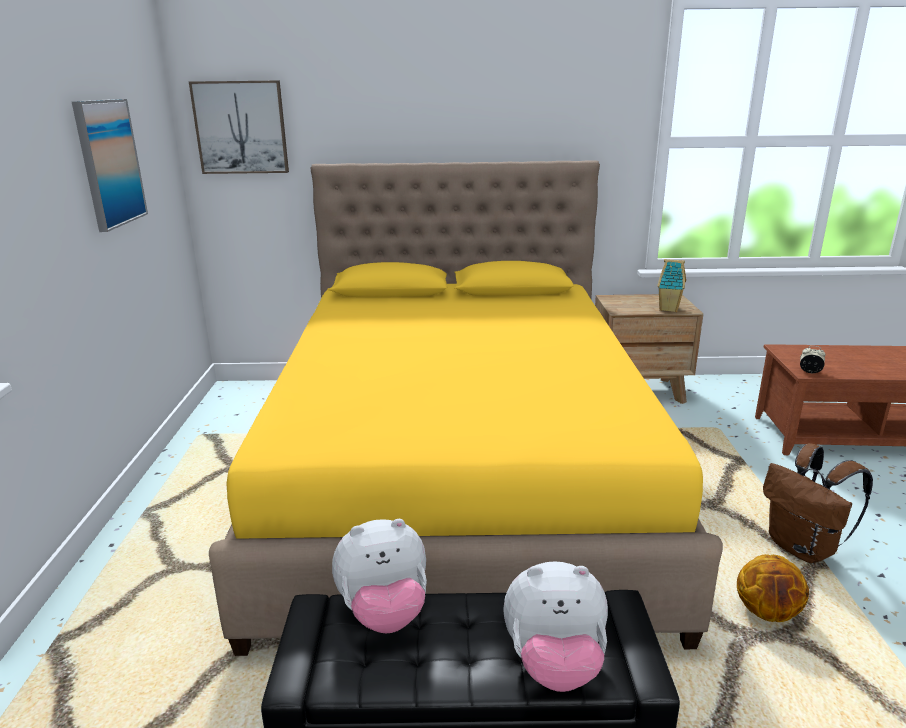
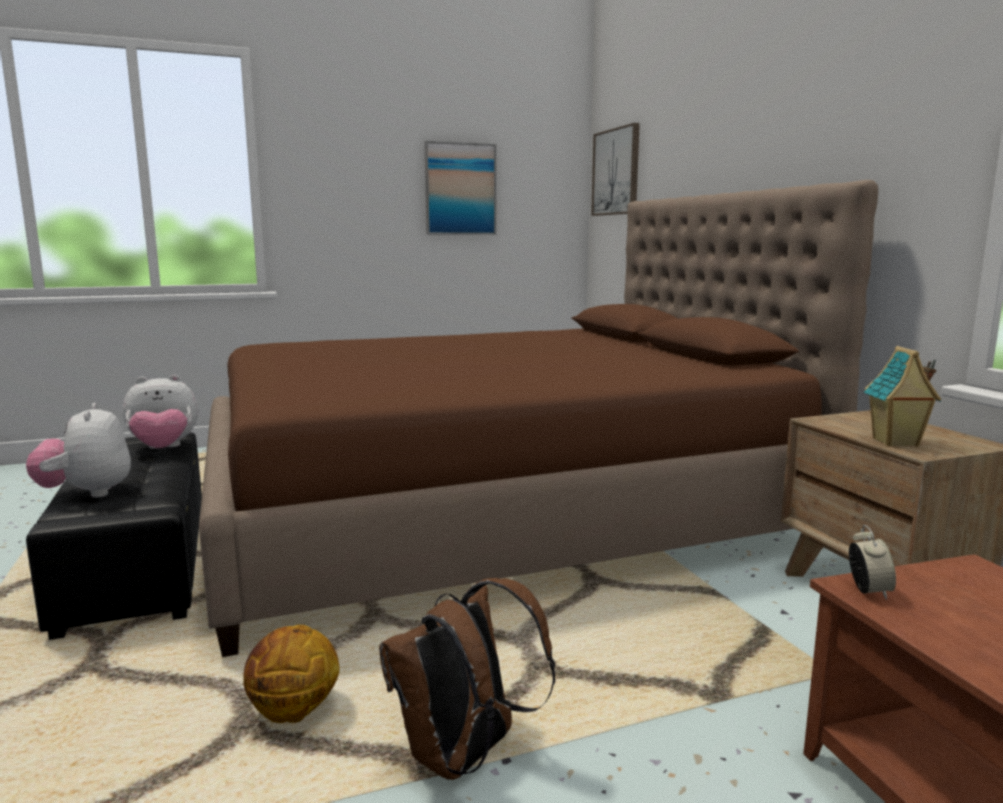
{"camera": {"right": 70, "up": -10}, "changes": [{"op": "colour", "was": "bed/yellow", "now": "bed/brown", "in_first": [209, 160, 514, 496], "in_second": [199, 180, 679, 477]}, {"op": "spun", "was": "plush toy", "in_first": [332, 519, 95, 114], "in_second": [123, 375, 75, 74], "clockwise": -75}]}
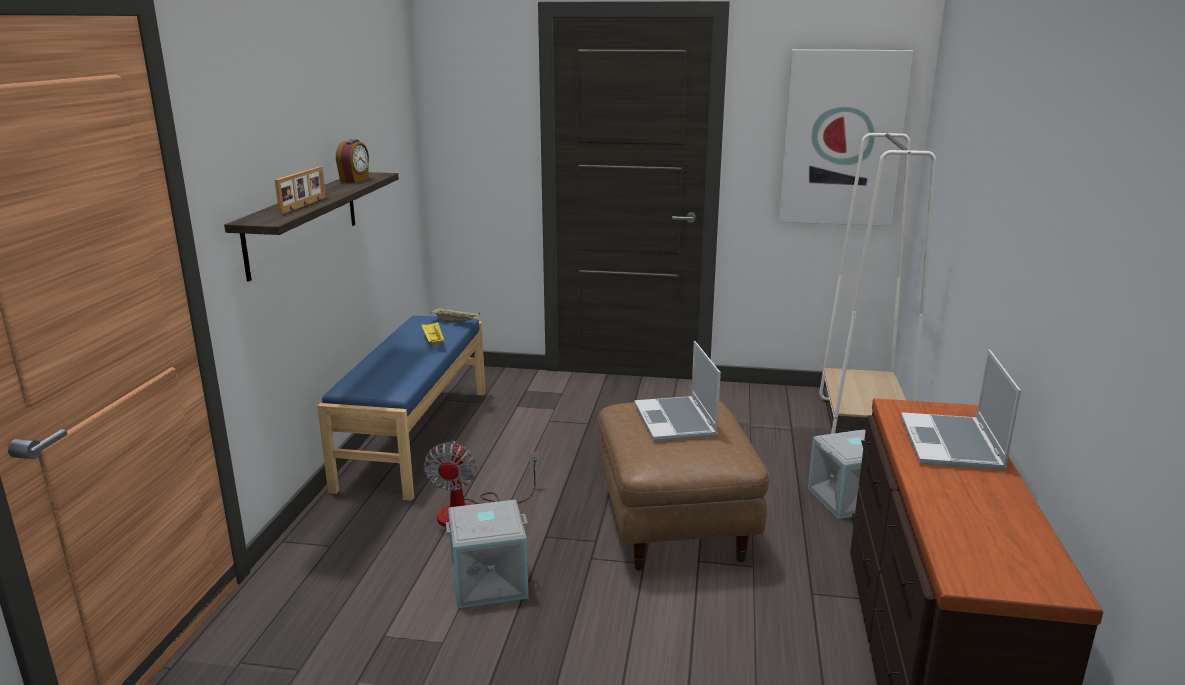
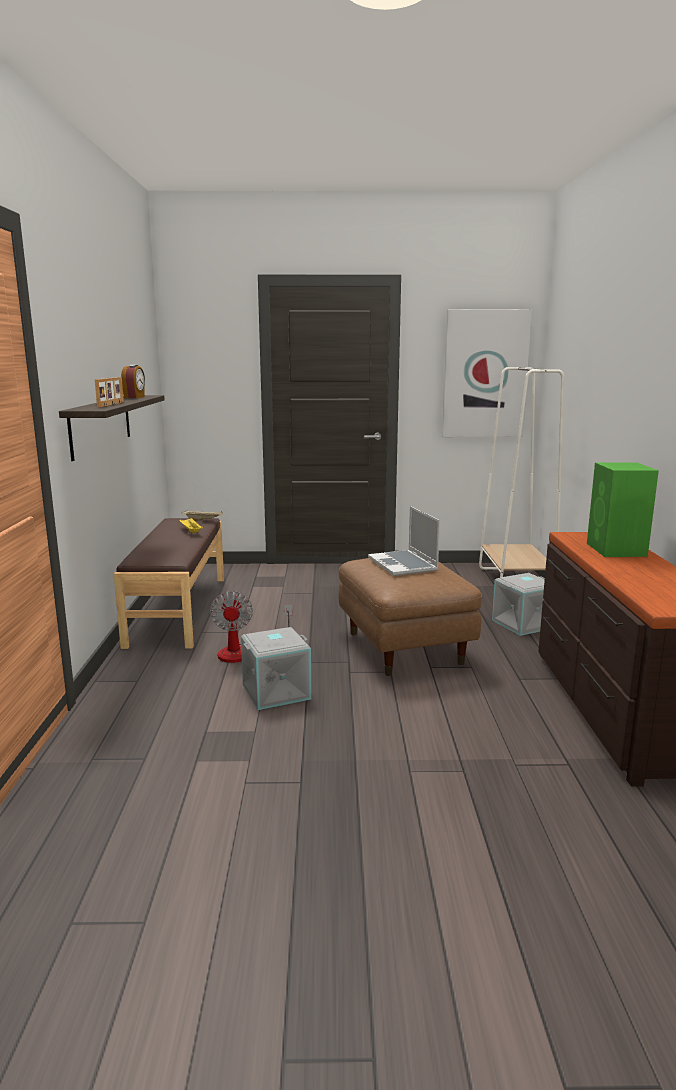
{"camera": {"right": -10, "up": -5}, "changes": [{"op": "colour", "was": "bench/blue", "now": "bench/brown", "in_first": [317, 316, 168, 185], "in_second": [114, 518, 110, 131]}, {"op": "exchanged", "was": "laptop", "now": "speaker/green", "in_first": [901, 349, 120, 121], "in_second": [587, 462, 72, 95]}]}
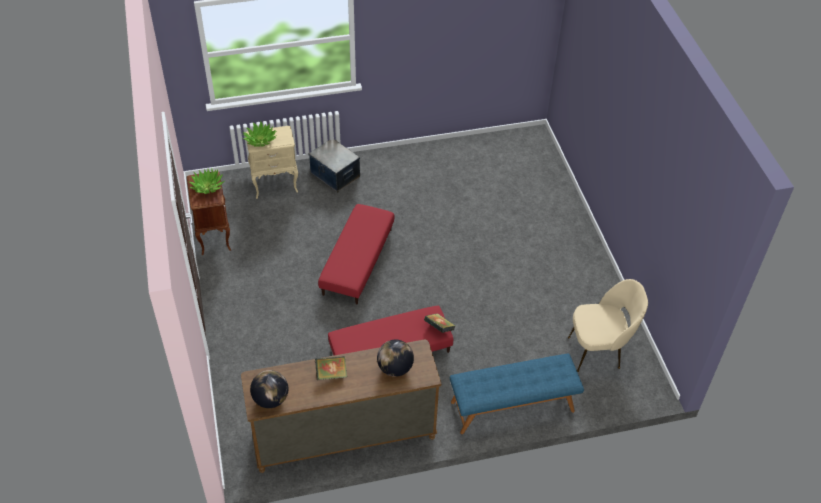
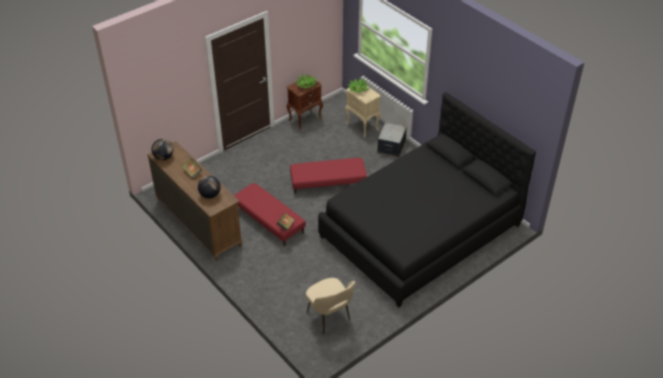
{"camera": {"right": 65, "up": -5}, "changes": [{"op": "missing", "was": "bench/blue", "in_first": [450, 354, 134, 80]}, {"op": "appeared", "now": "bed/black", "in_second": [318, 92, 218, 215]}]}
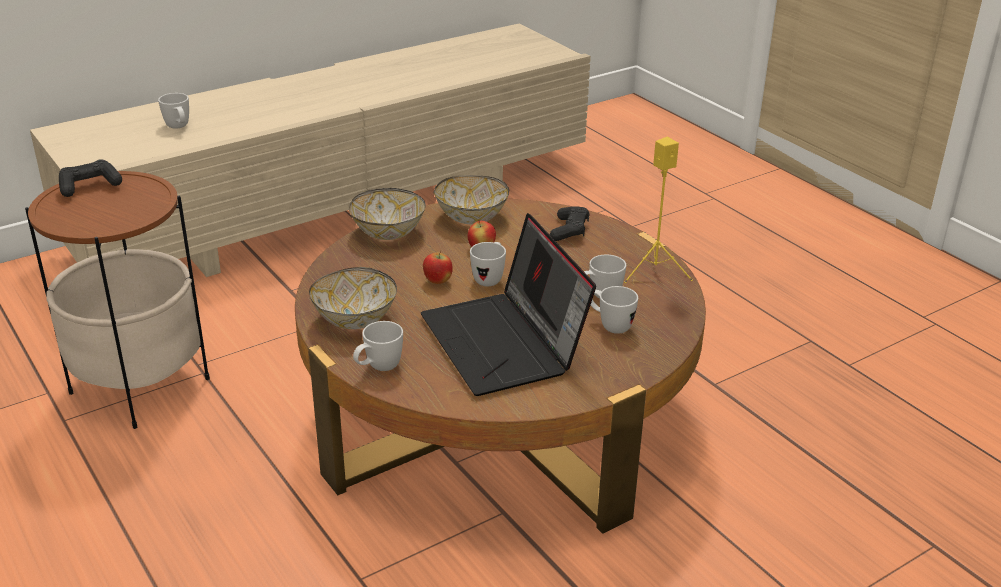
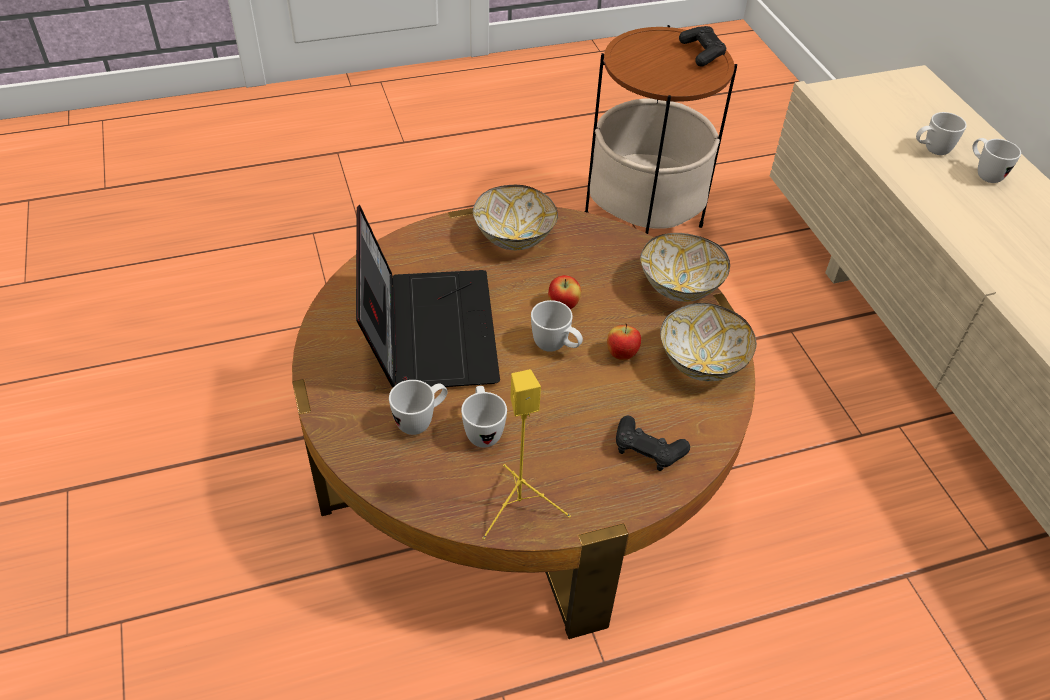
{"camera": {"right": 105, "up": 15}, "changes": [{"op": "relocated", "was": "mug/white", "in_first": [353, 321, 50, 50], "in_second": [972, 138, 49, 45]}, {"op": "spun", "was": "laptop", "in_first": [421, 213, 175, 183], "in_second": [356, 205, 144, 182], "clockwise": 90}]}
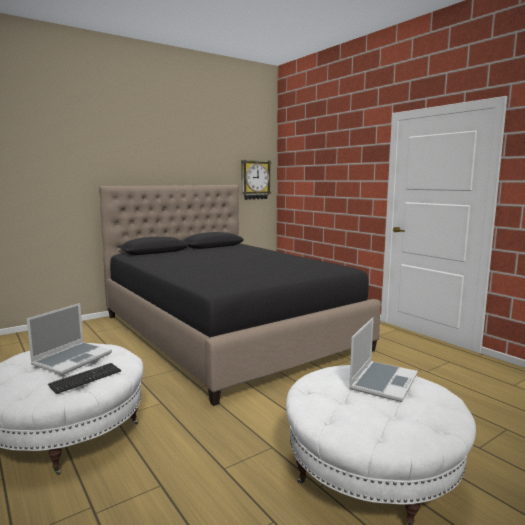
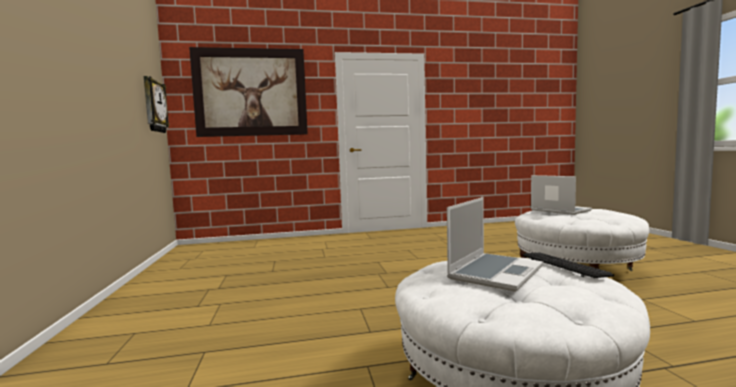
{"camera": {"right": -65, "up": -5}, "changes": [{"op": "spun", "was": "laptop", "in_first": [27, 303, 85, 72], "in_second": [447, 197, 96, 95], "clockwise": 75}, {"op": "missing", "was": "bed/black", "in_first": [99, 185, 282, 221]}, {"op": "appeared", "now": "picture", "in_second": [189, 47, 119, 90]}]}
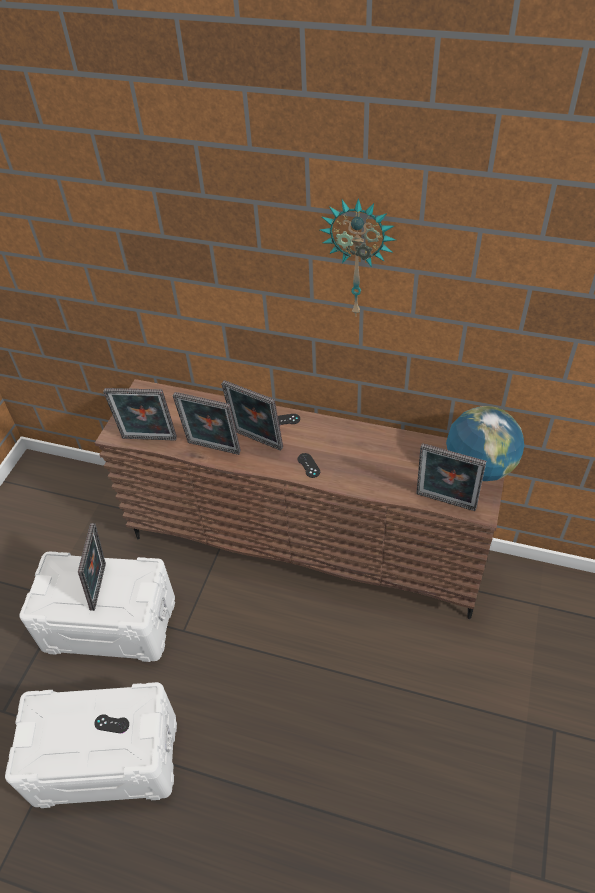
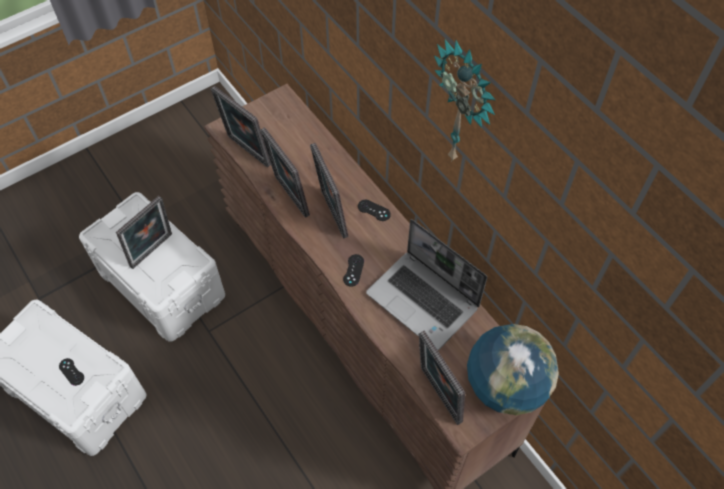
{"camera": {"right": 35, "up": 10}, "changes": [{"op": "appeared", "now": "laptop", "in_second": [366, 219, 121, 131]}]}
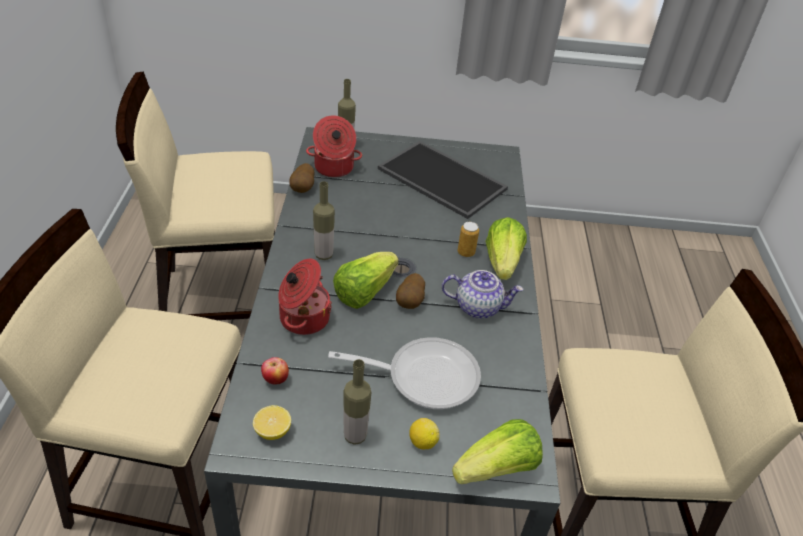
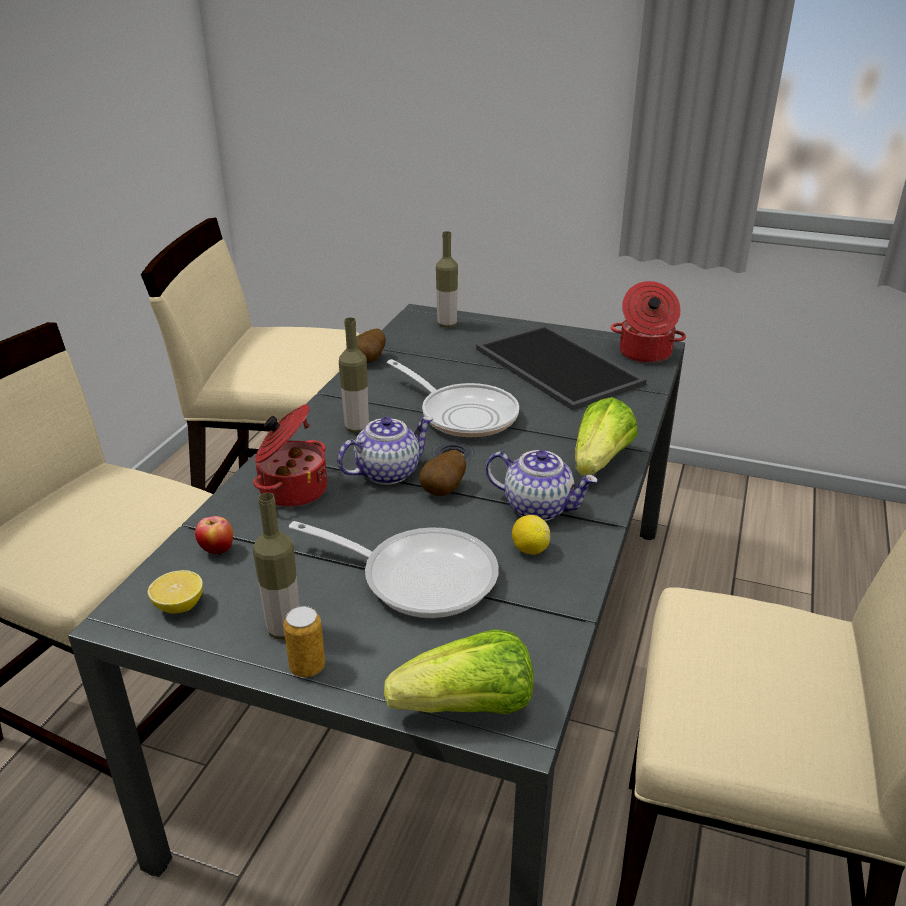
{"camera": {"right": 20, "up": -10}, "changes": [{"op": "relocated", "was": "cooking pot", "in_first": [306, 115, 56, 62], "in_second": [611, 281, 75, 82]}, {"op": "exchanged", "was": "lettuce", "now": "teapot", "in_first": [333, 252, 66, 57], "in_second": [337, 416, 96, 69]}, {"op": "relocated", "was": "lemon", "in_first": [409, 418, 31, 31], "in_second": [512, 515, 38, 40]}, {"op": "relocated", "was": "can", "in_first": [458, 222, 21, 35], "in_second": [284, 606, 41, 71]}, {"op": "appeared", "now": "frying pan", "in_second": [387, 359, 132, 79]}]}
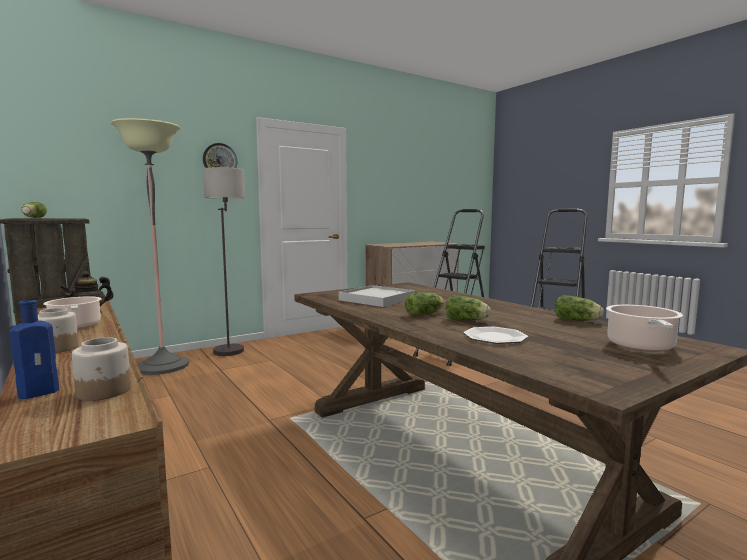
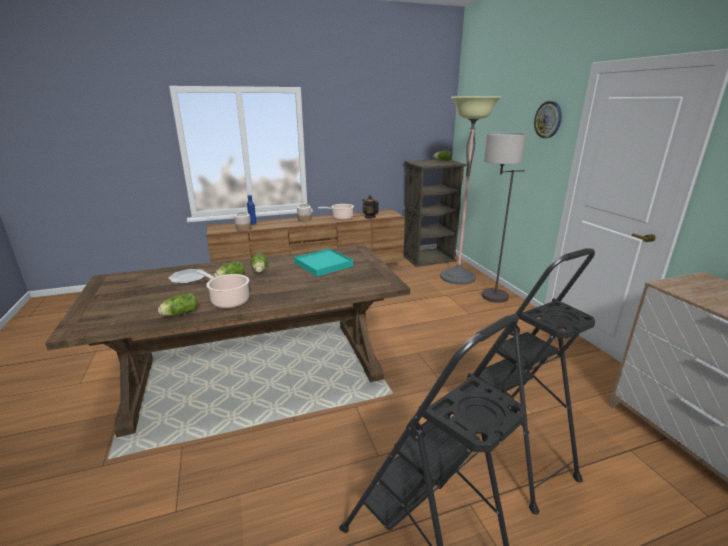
{"camera": {"right": 105, "up": 15}, "changes": [{"op": "colour", "was": "tray/white", "now": "tray/turquoise", "in_first": [339, 285, 76, 22], "in_second": [294, 249, 59, 28]}, {"op": "relocated", "was": "cooking pot", "in_first": [606, 305, 77, 47], "in_second": [196, 270, 53, 38]}]}
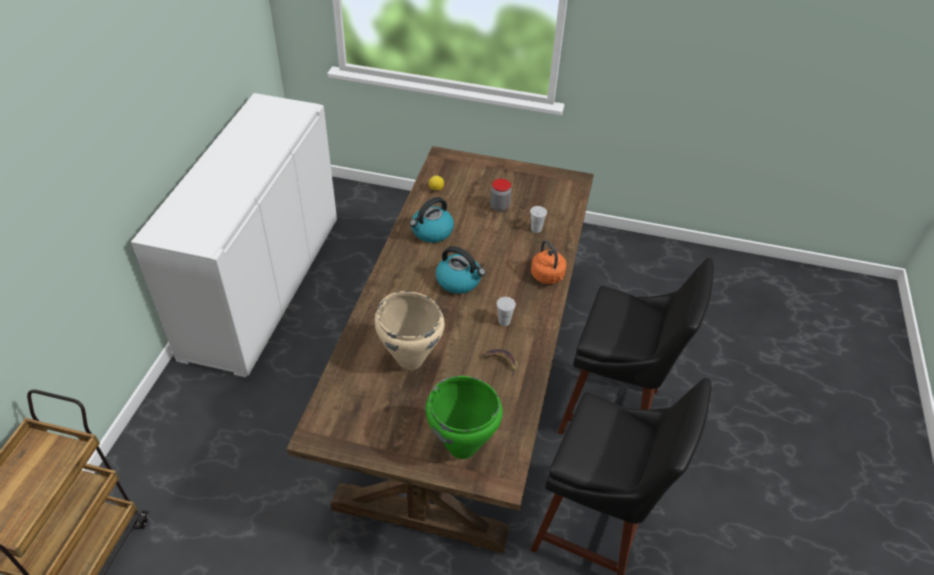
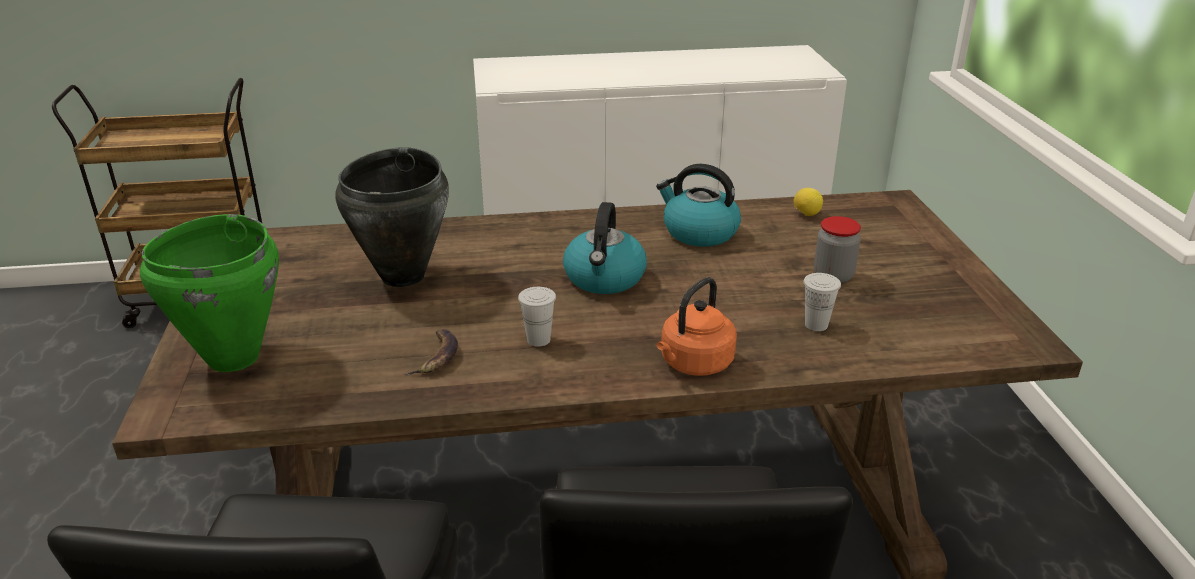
{"camera": {"right": 70, "up": -15}, "changes": [{"op": "colour", "was": "cooking pot/beige", "now": "cooking pot/black", "in_first": [374, 291, 71, 79], "in_second": [336, 147, 113, 140]}]}
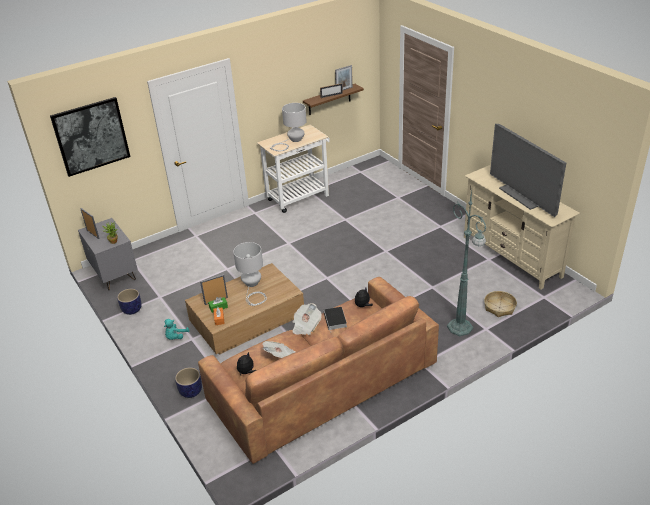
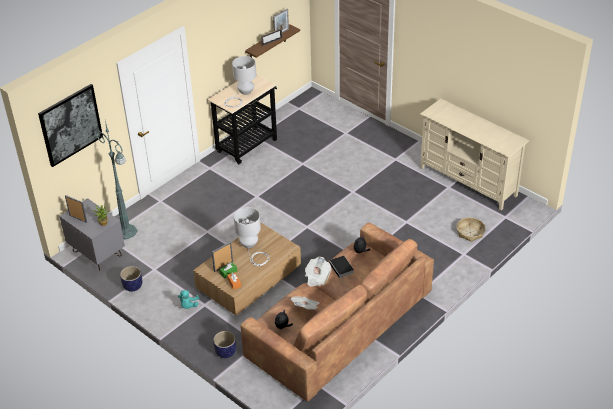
{"camera": {"right": -15, "up": 5}, "changes": [{"op": "colour", "was": "cart/white", "now": "cart/black", "in_first": [257, 125, 73, 88], "in_second": [208, 74, 69, 90]}, {"op": "relocated", "was": "floor lamp/green", "in_first": [447, 189, 39, 147], "in_second": [97, 120, 41, 120]}, {"op": "missing", "was": "television", "in_first": [490, 123, 76, 94]}]}
